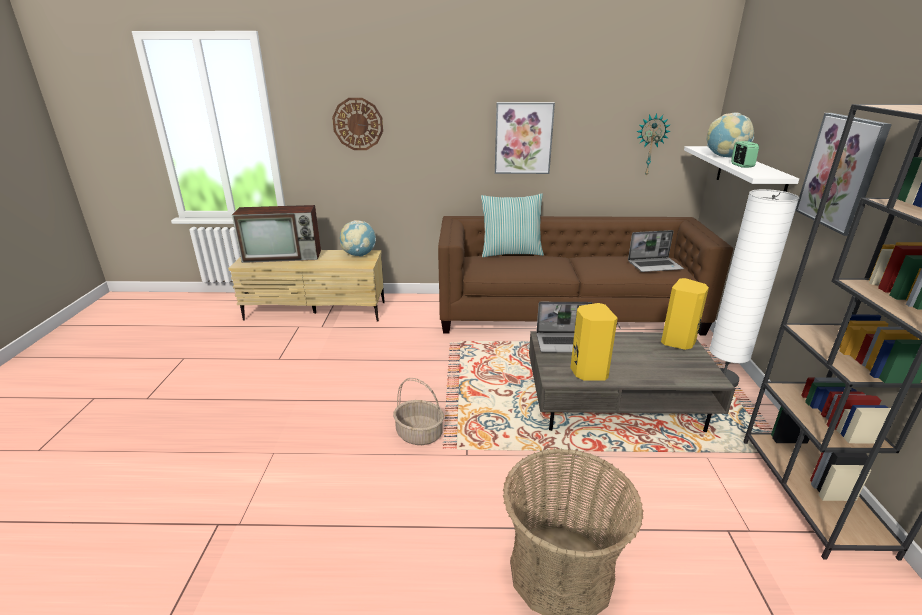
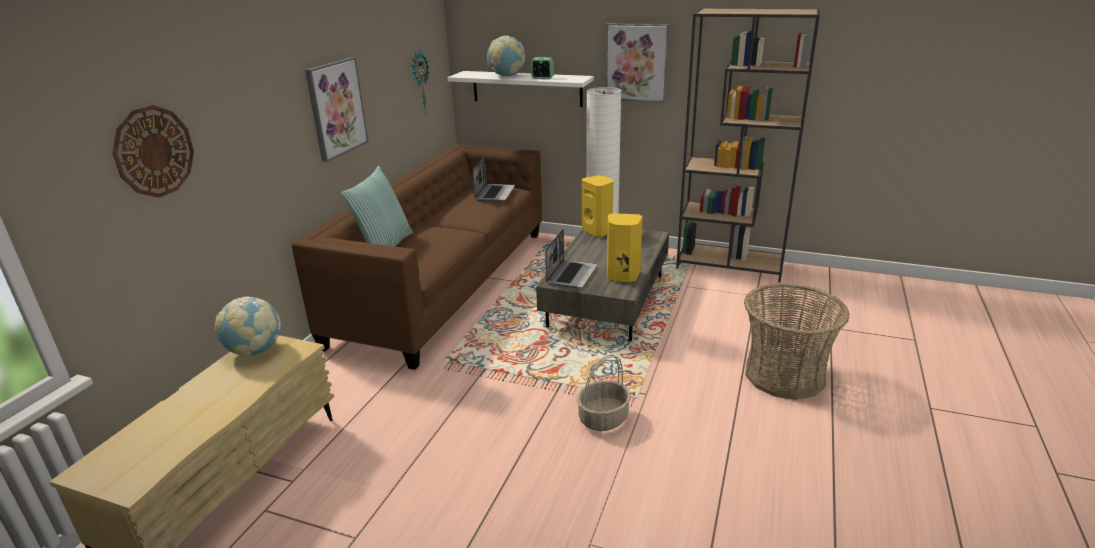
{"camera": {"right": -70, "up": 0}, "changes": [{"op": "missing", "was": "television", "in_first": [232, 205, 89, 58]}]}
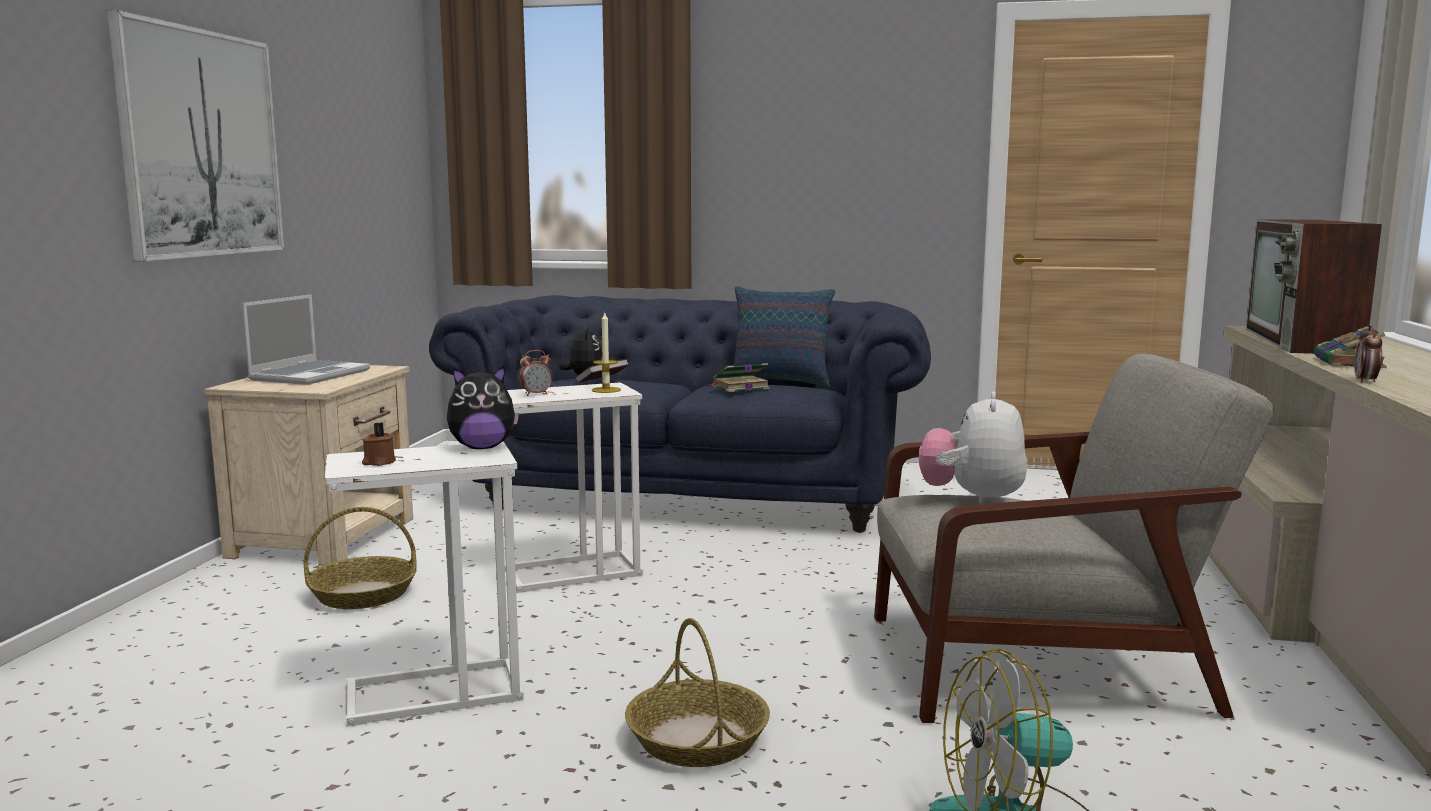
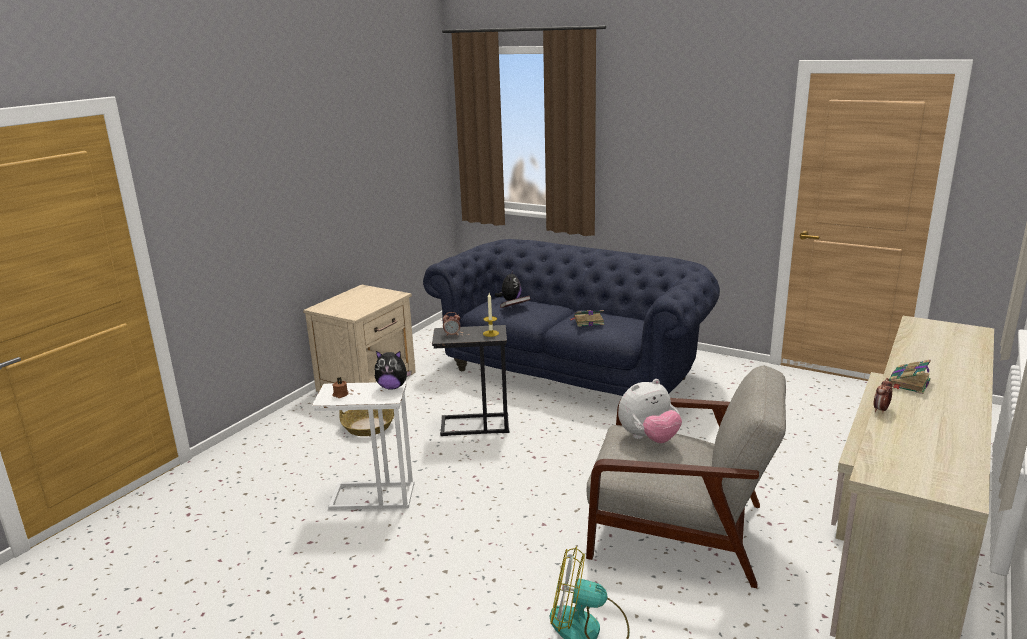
{"camera": {"right": 20, "up": 10}, "changes": [{"op": "missing", "was": "picture", "in_first": [107, 10, 177, 252]}, {"op": "missing", "was": "laptop", "in_first": [242, 294, 128, 91]}, {"op": "colour", "was": "side table/white", "now": "side table/black", "in_first": [505, 383, 138, 210], "in_second": [432, 325, 77, 111]}, {"op": "missing", "was": "basket", "in_first": [625, 618, 145, 149]}, {"op": "missing", "was": "pillow/blue", "in_first": [733, 286, 102, 102]}, {"op": "spun", "was": "plush toy", "in_first": [919, 392, 108, 112], "in_second": [618, 379, 64, 64], "clockwise": -150}, {"op": "missing", "was": "television", "in_first": [1246, 219, 136, 135]}]}
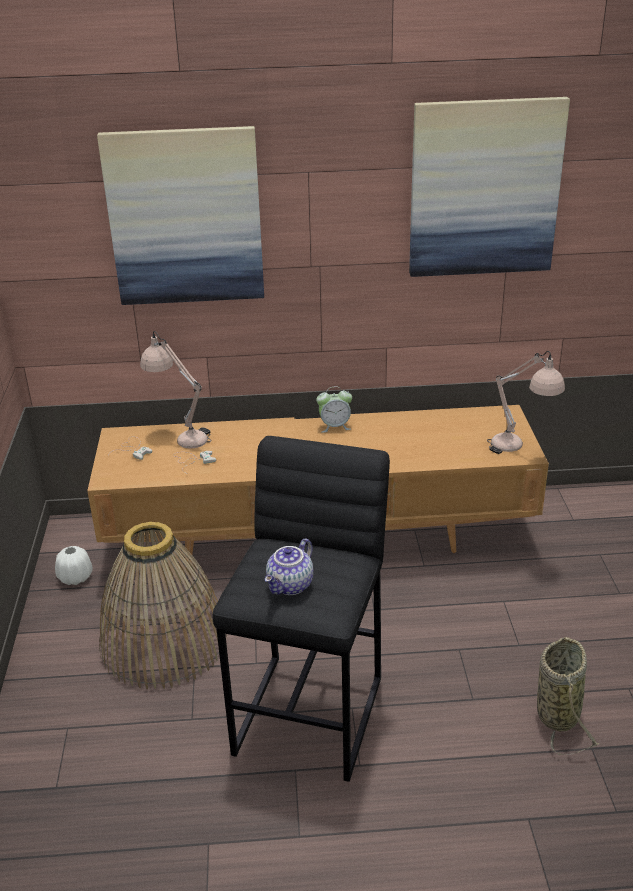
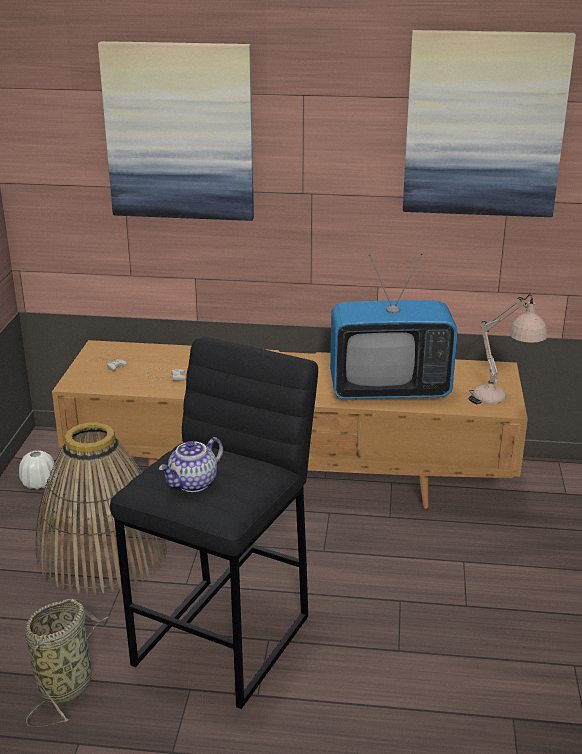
{"camera": {"right": 10, "up": -5}, "changes": [{"op": "missing", "was": "table lamp/beige", "in_first": [140, 331, 72, 117]}, {"op": "missing", "was": "alarm clock", "in_first": [316, 386, 36, 47]}, {"op": "relocated", "was": "basket", "in_first": [537, 637, 62, 118], "in_second": [25, 599, 84, 128]}, {"op": "appeared", "now": "television", "in_second": [330, 253, 128, 146]}]}
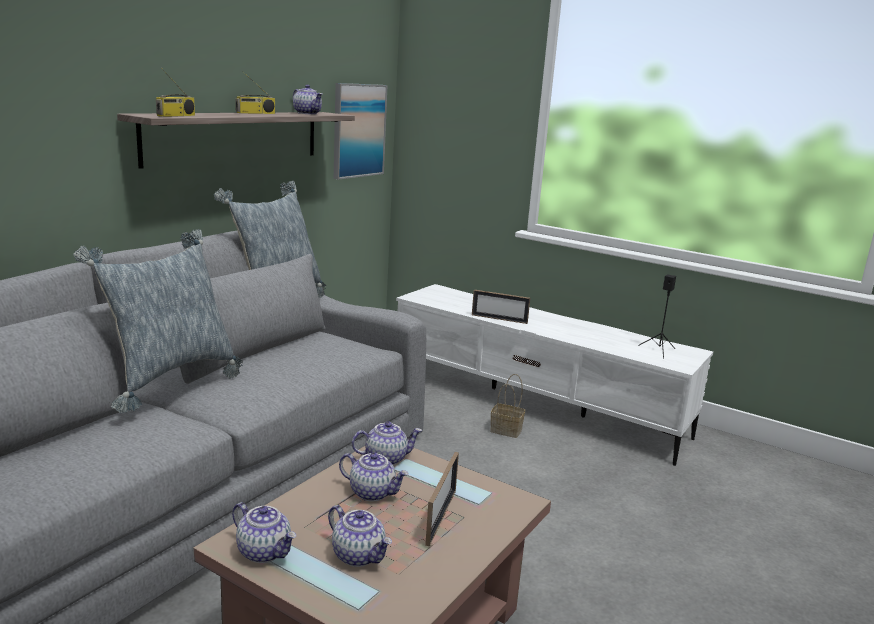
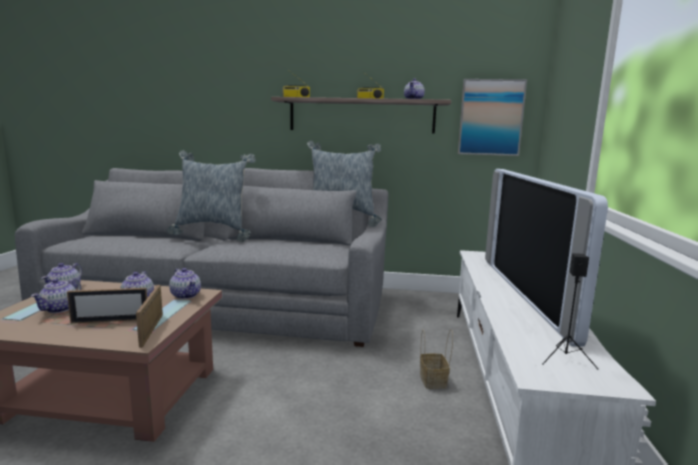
{"camera": {"right": 65, "up": -5}, "changes": [{"op": "relocated", "was": "picture frame", "in_first": [472, 290, 58, 34], "in_second": [136, 285, 27, 63]}, {"op": "appeared", "now": "television", "in_second": [485, 169, 123, 178]}]}
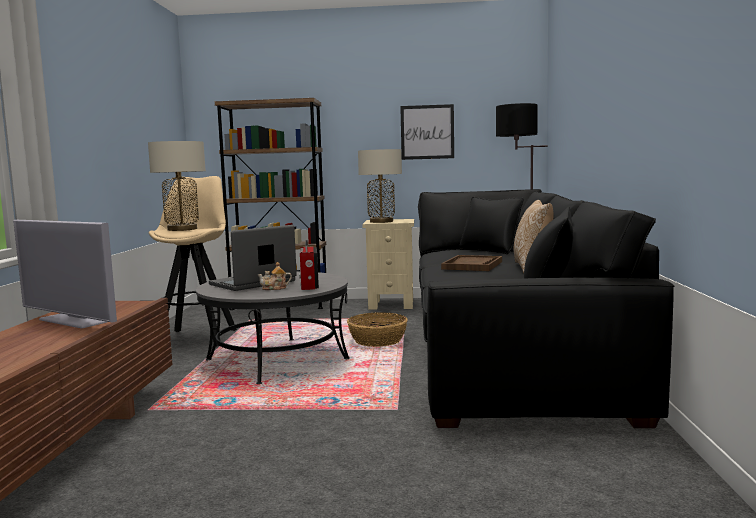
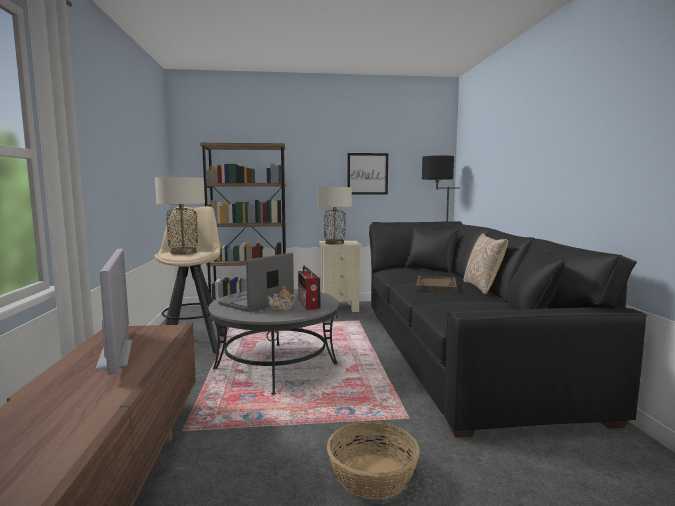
{"camera": {"right": -10, "up": 0}, "changes": [{"op": "spun", "was": "television", "in_first": [13, 220, 104, 109], "in_second": [95, 249, 37, 126], "clockwise": -135}, {"op": "relocated", "was": "basket", "in_first": [347, 312, 61, 35], "in_second": [327, 421, 93, 78]}]}
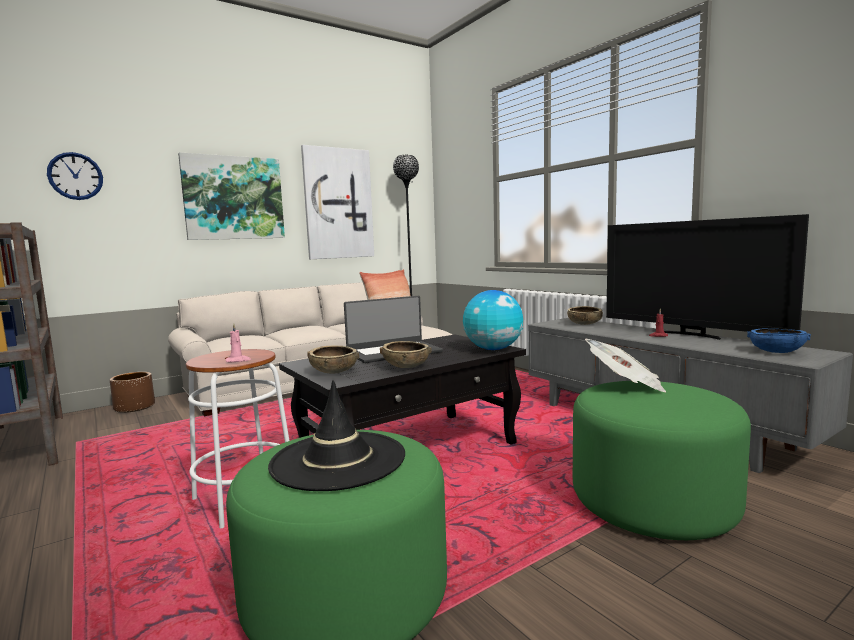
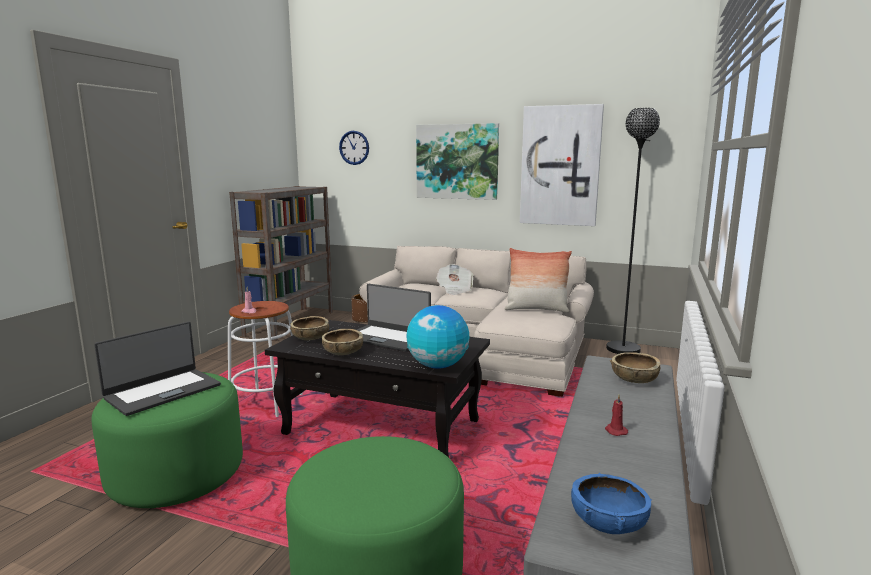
{"camera": {"right": 55, "up": 5}, "changes": [{"op": "exchanged", "was": "hat/black", "now": "laptop", "in_first": [268, 380, 137, 111], "in_second": [94, 321, 127, 95]}, {"op": "relocated", "was": "newspaper", "in_first": [585, 339, 82, 54], "in_second": [436, 264, 38, 31]}, {"op": "missing", "was": "television", "in_first": [606, 214, 203, 126]}]}
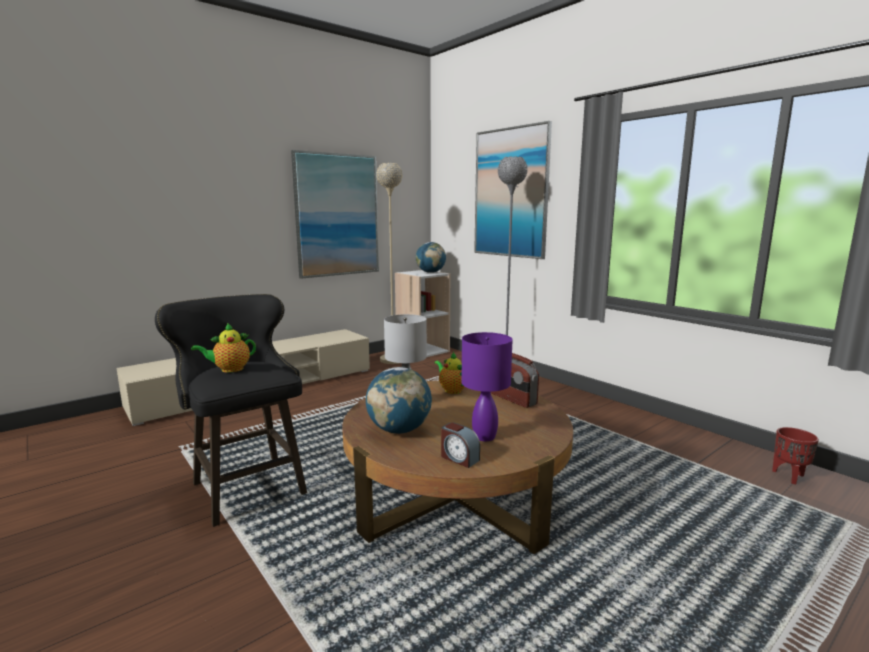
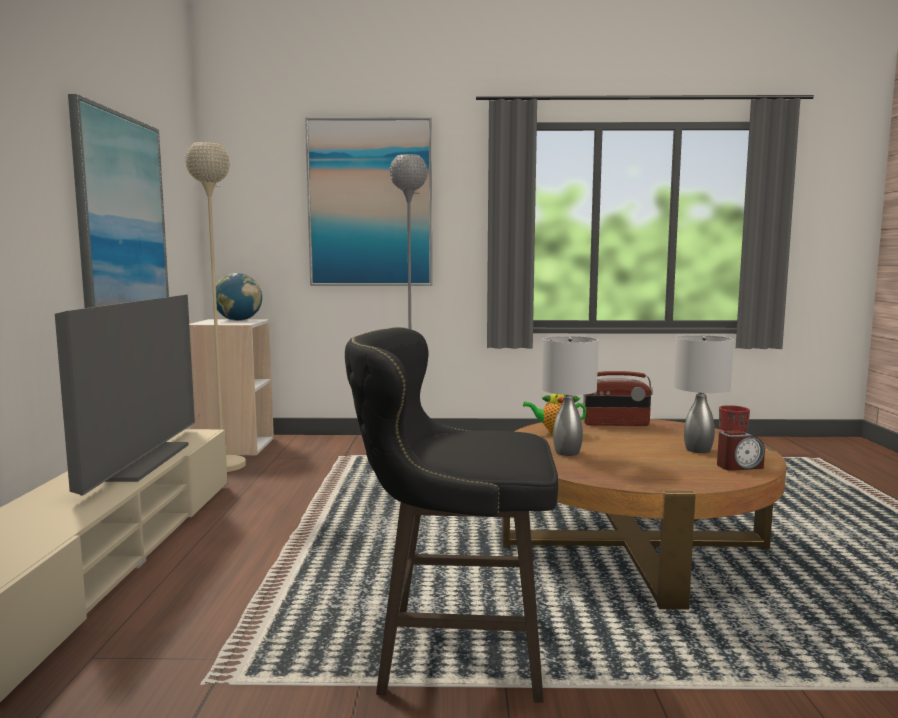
{"camera": {"right": -50, "up": -5}, "changes": [{"op": "missing", "was": "teapot", "in_first": [191, 323, 65, 50]}, {"op": "missing", "was": "globe", "in_first": [366, 367, 66, 67]}, {"op": "colour", "was": "table lamp/purple", "now": "table lamp/grey", "in_first": [461, 332, 52, 109], "in_second": [673, 335, 61, 118]}, {"op": "appeared", "now": "television", "in_second": [55, 295, 140, 201]}]}
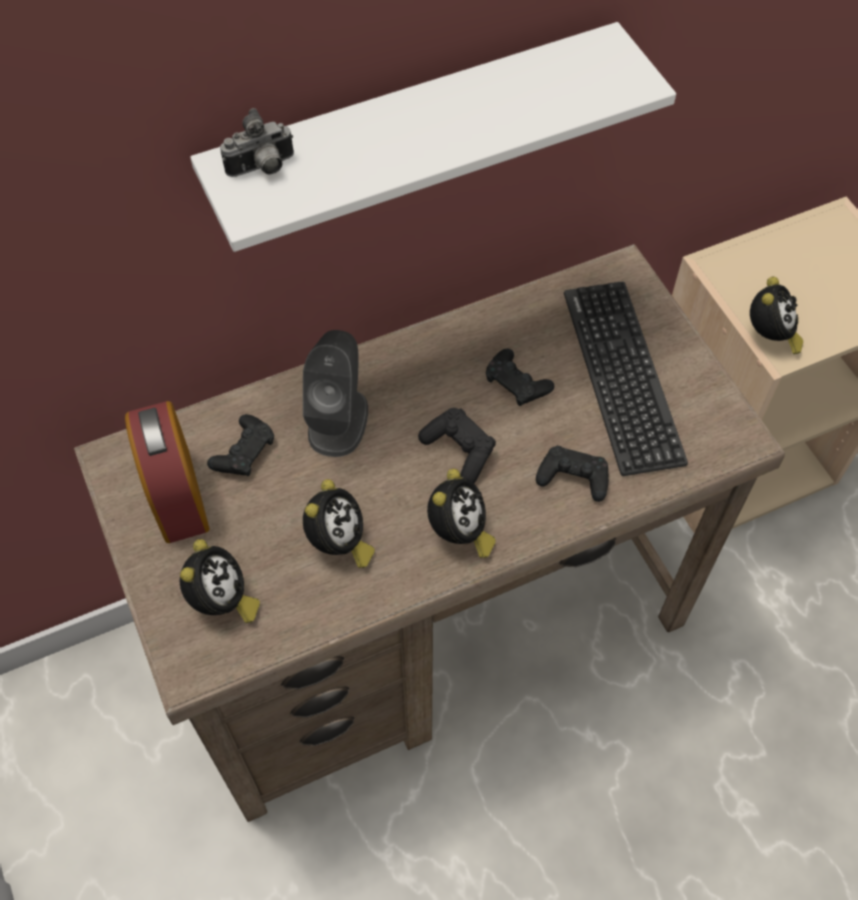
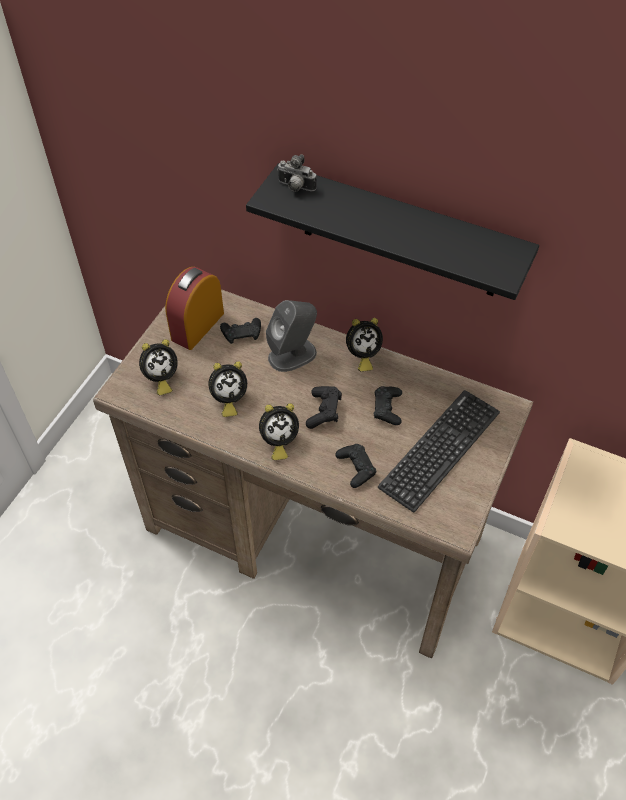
{"camera": {"right": 50, "up": -5}, "changes": [{"op": "colour", "was": "shelf/white", "now": "shelf/black", "in_first": [190, 22, 486, 230], "in_second": [246, 163, 293, 137]}, {"op": "relocated", "was": "alarm clock", "in_first": [750, 277, 53, 77], "in_second": [346, 318, 37, 54]}]}
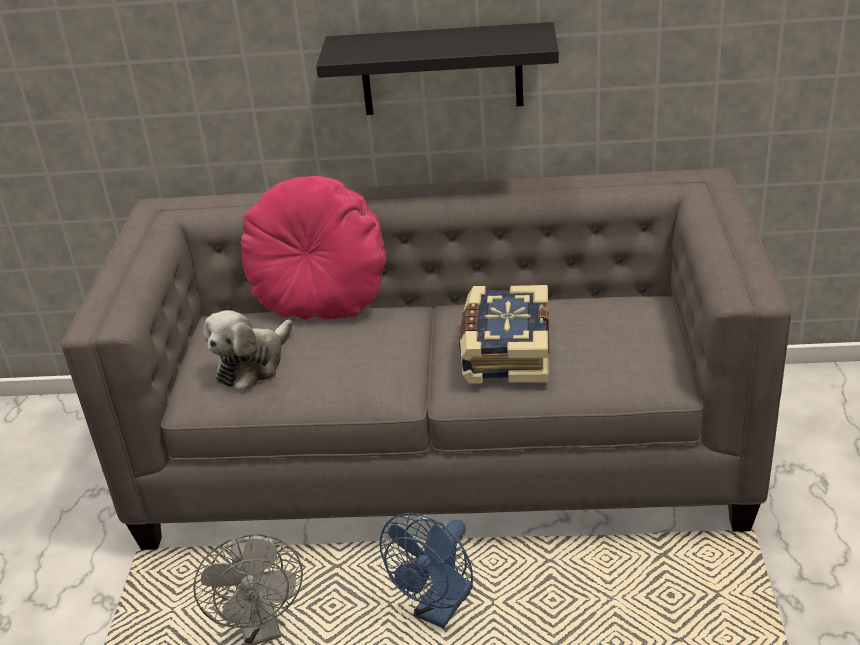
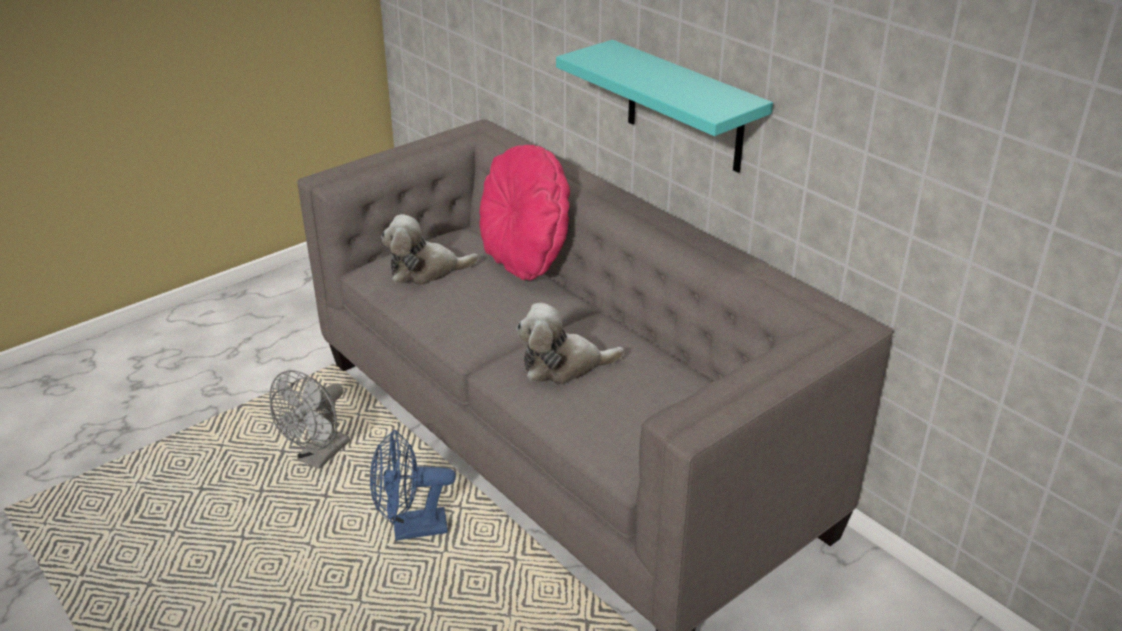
{"camera": {"right": 45, "up": 0}, "changes": [{"op": "colour", "was": "shelf/black", "now": "shelf/turquoise", "in_first": [316, 22, 243, 93], "in_second": [556, 40, 217, 133]}, {"op": "exchanged", "was": "book", "now": "plush toy", "in_first": [459, 285, 90, 99], "in_second": [516, 303, 109, 82]}]}
